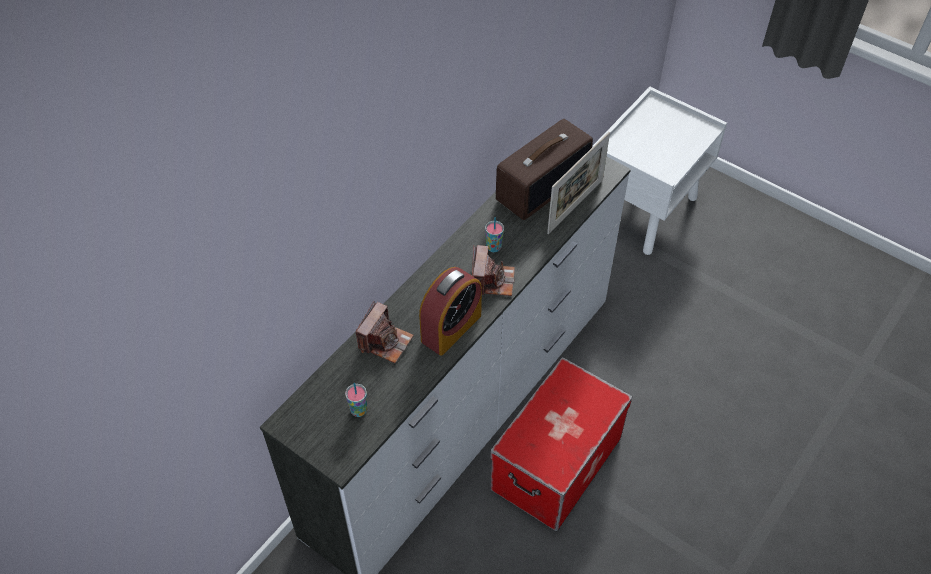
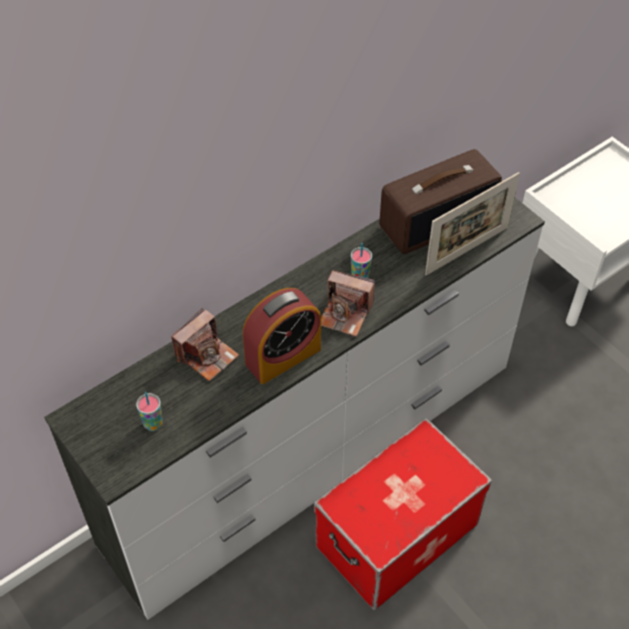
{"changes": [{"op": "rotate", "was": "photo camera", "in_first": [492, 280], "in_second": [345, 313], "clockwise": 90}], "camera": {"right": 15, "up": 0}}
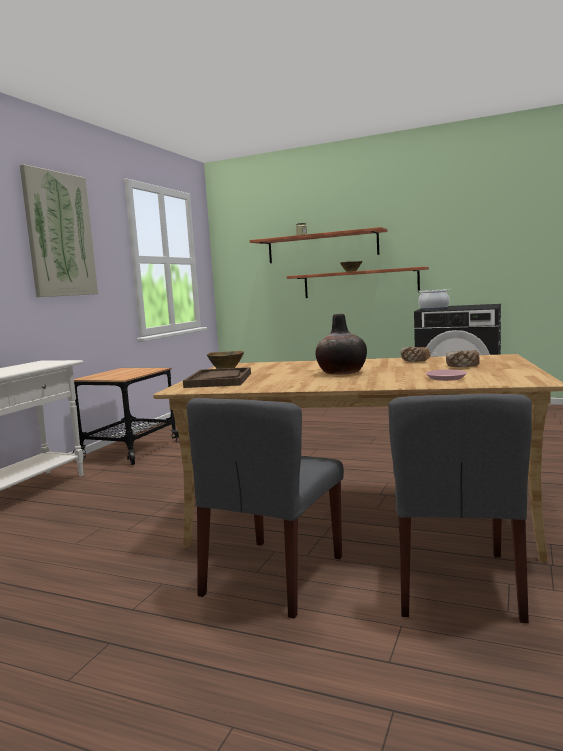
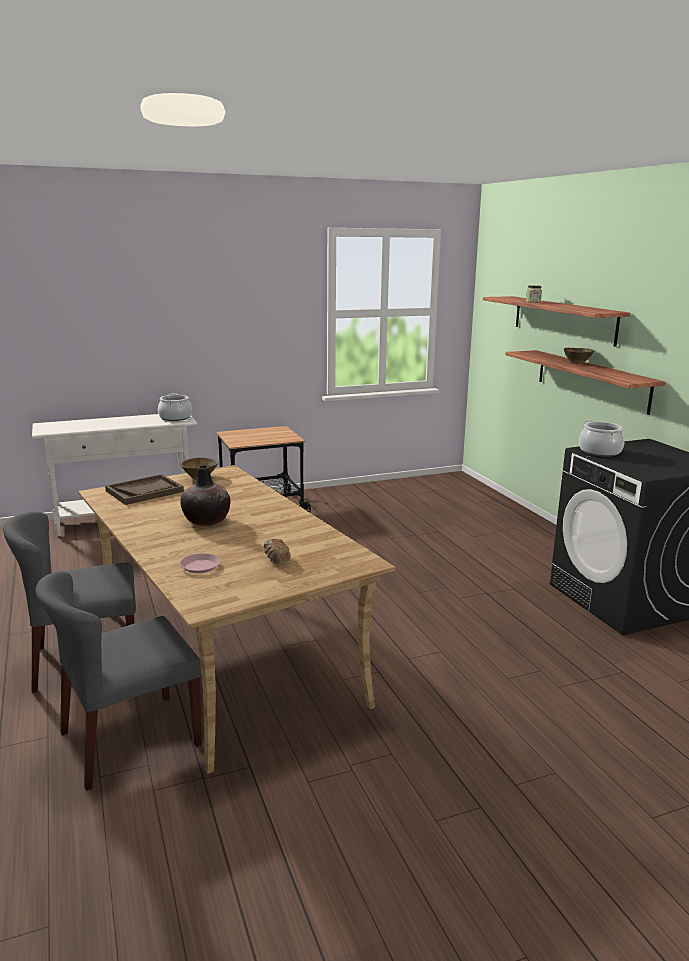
{"changes": [{"op": "delete", "was": "picture", "in_first": [60, 234]}, {"op": "delete", "was": "bread", "in_first": [415, 361]}, {"op": "insert", "now": "cooking pot", "in_second": [175, 418]}], "camera": {"right": 45, "up": 10}}
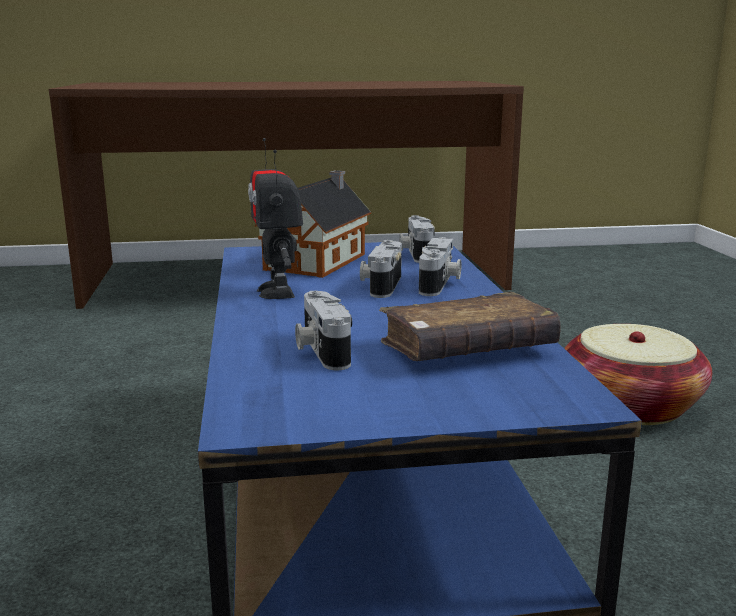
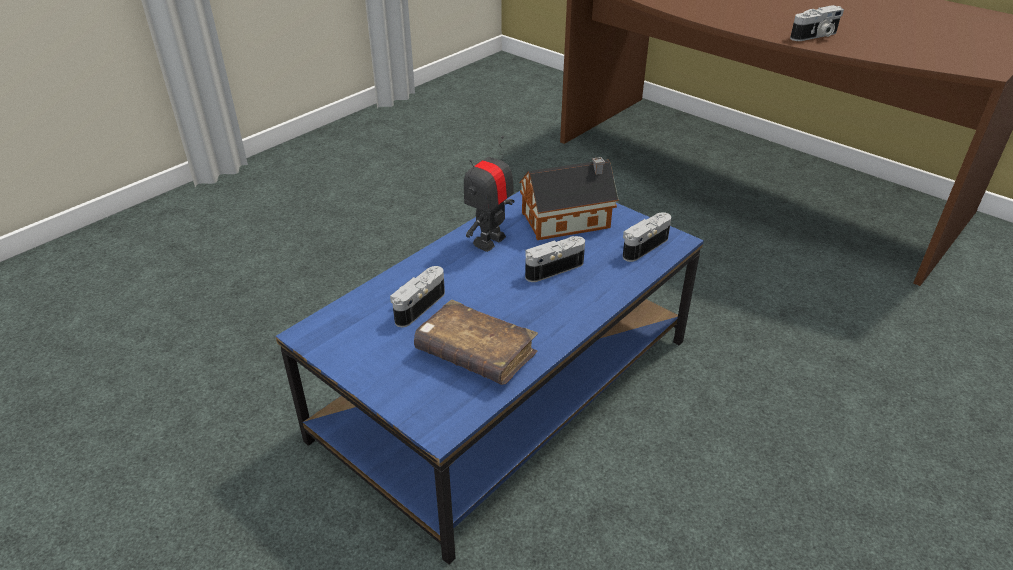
{"changes": [{"op": "delete", "was": "basket", "in_first": [630, 405]}, {"op": "move", "was": "photo camera", "in_first": [439, 284], "in_second": [815, 36]}], "camera": {"right": 50, "up": 20}}
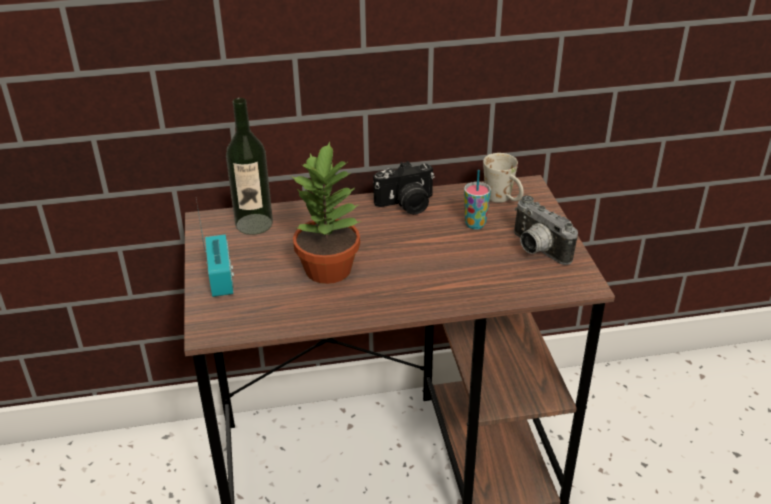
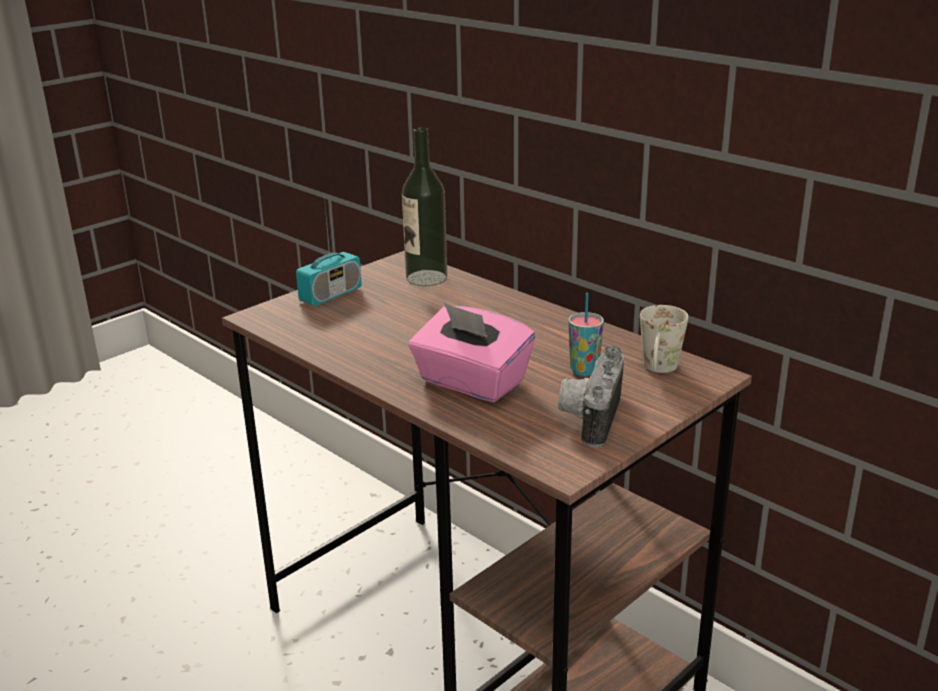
{"changes": [{"op": "delete", "was": "potted plant", "in_first": [329, 269]}, {"op": "delete", "was": "photo camera", "in_first": [406, 205]}, {"op": "insert", "now": "tissue box/pink", "in_second": [471, 382]}], "camera": {"right": 55, "up": -10}}
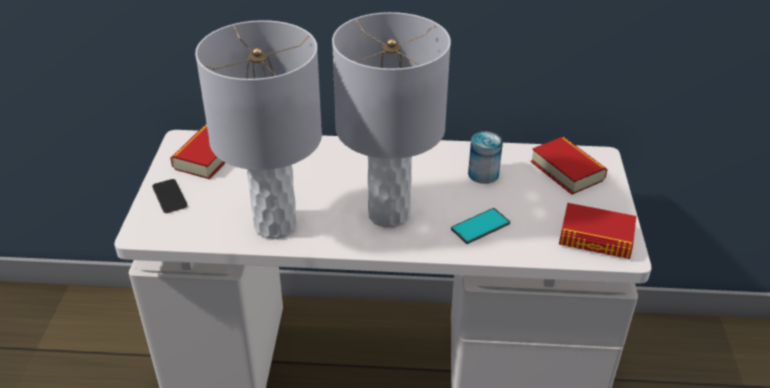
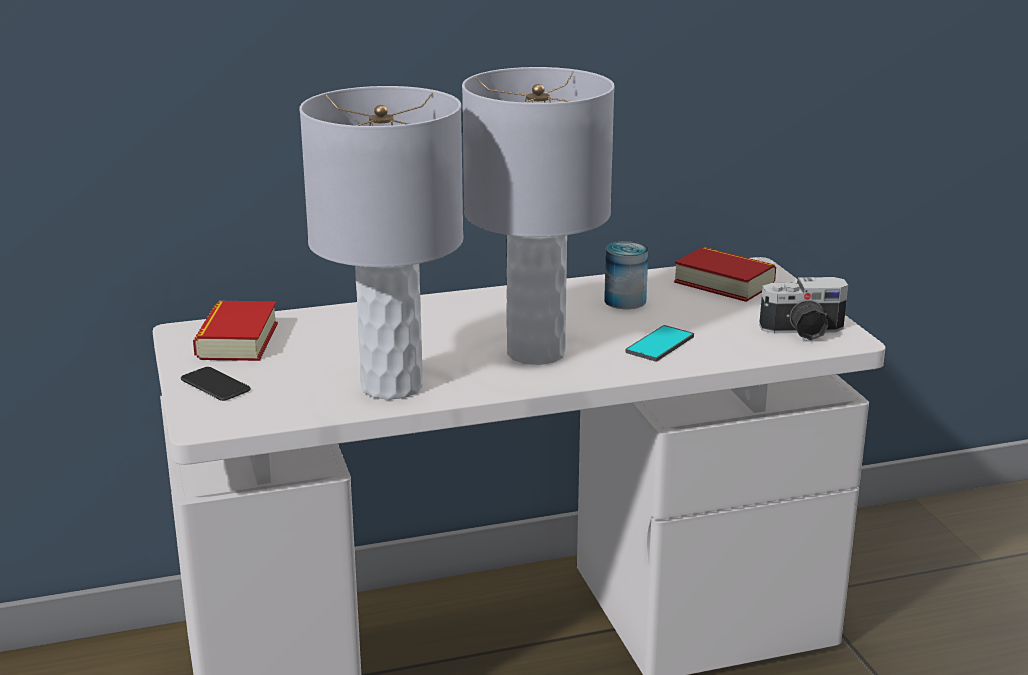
{"changes": [{"op": "replace", "was": "book", "now": "photo camera", "in_first": [595, 238], "in_second": [804, 332]}], "camera": {"right": -20, "up": -15}}
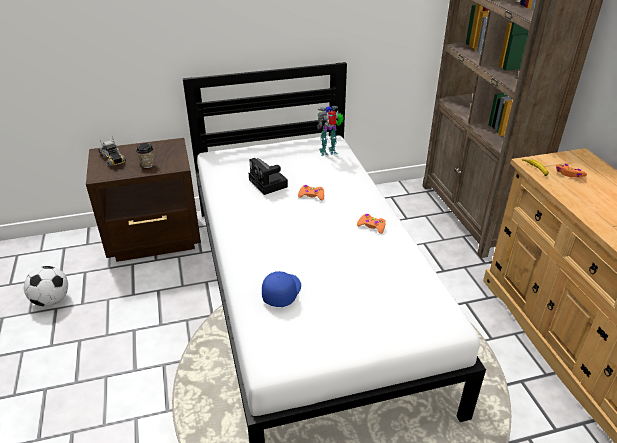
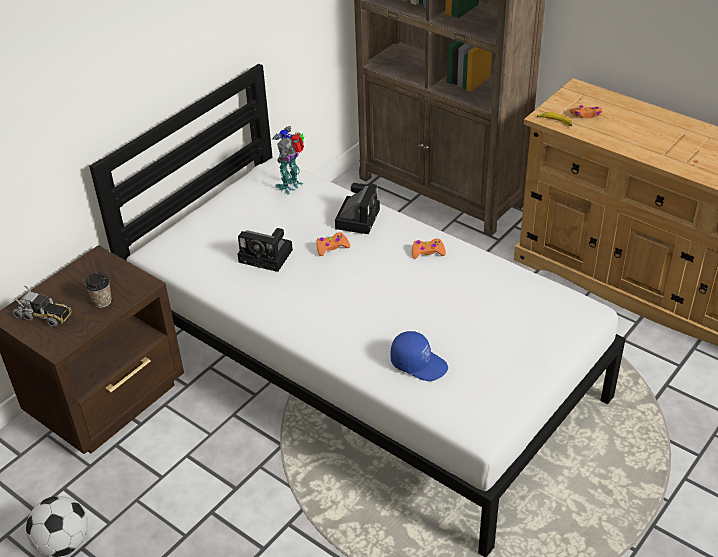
{"changes": [{"op": "insert", "now": "photo camera", "in_second": [357, 217]}, {"op": "rotate", "was": "cap/blue", "in_first": [281, 292], "in_second": [419, 363], "clockwise": 135}], "camera": {"right": -35, "up": 5}}
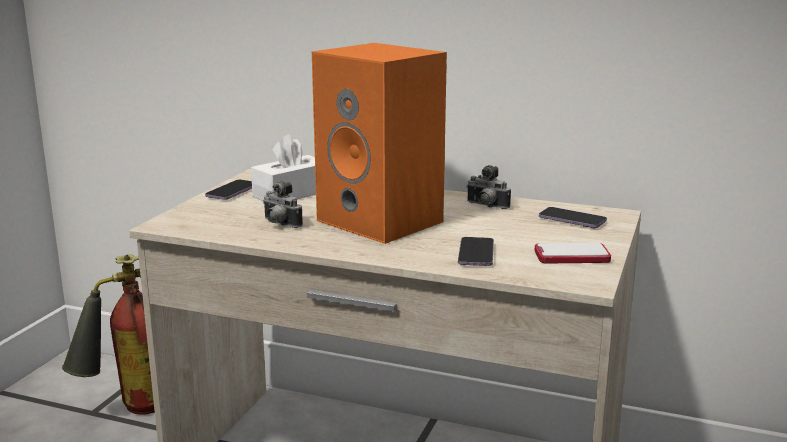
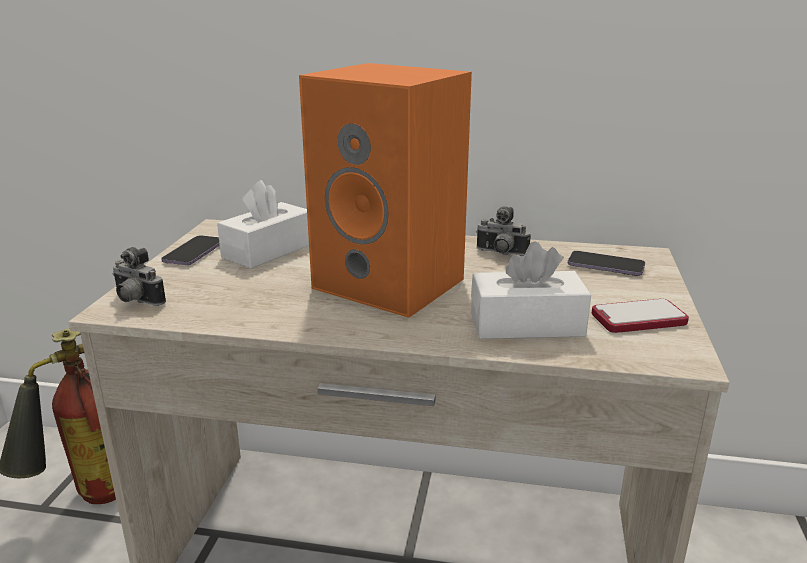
{"changes": [{"op": "move", "was": "photo camera", "in_first": [279, 224], "in_second": [136, 301]}, {"op": "replace", "was": "phone", "now": "tissue box/white", "in_first": [476, 254], "in_second": [526, 325]}], "camera": {"right": -10, "up": 5}}
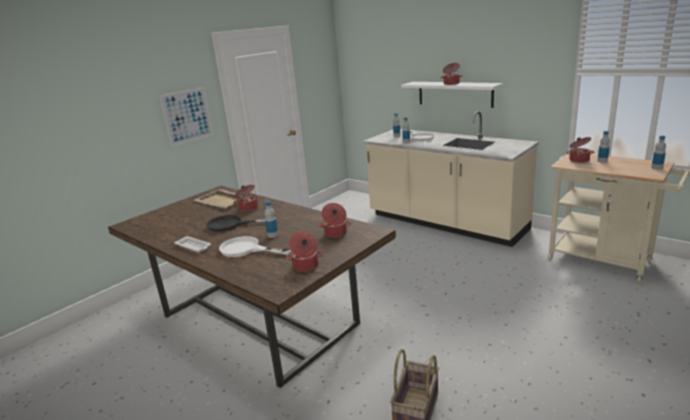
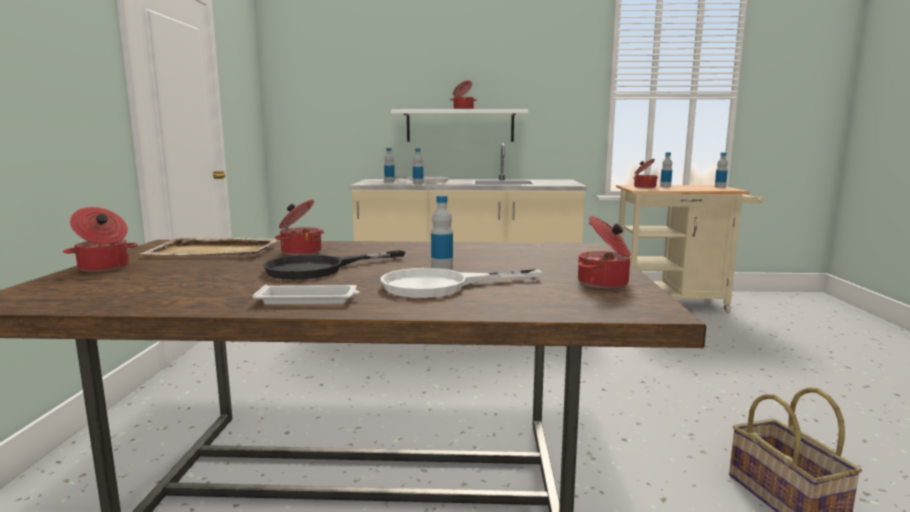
{"changes": [{"op": "delete", "was": "picture", "in_first": [187, 116]}, {"op": "move", "was": "cooking pot", "in_first": [335, 234], "in_second": [104, 268]}], "camera": {"right": -40, "up": -10}}
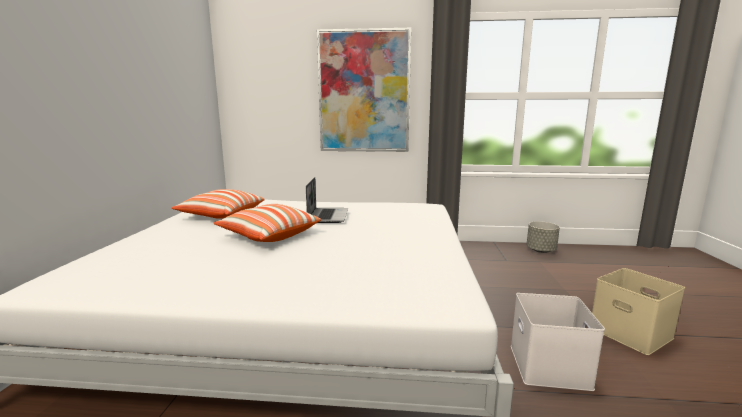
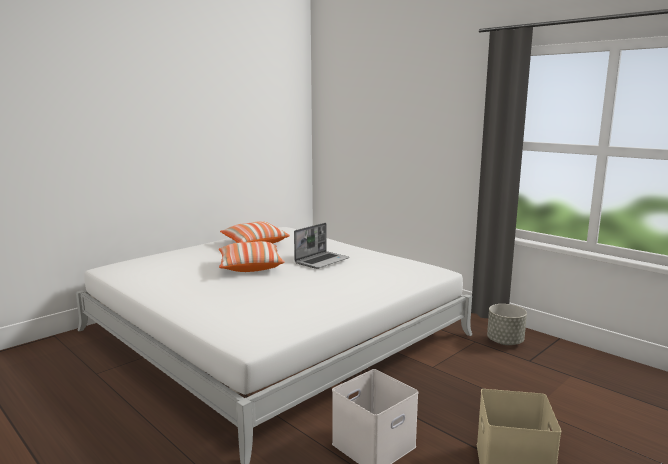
{"changes": [{"op": "delete", "was": "picture", "in_first": [364, 92]}, {"op": "move", "was": "planter/grey", "in_first": [541, 250], "in_second": [505, 342]}], "camera": {"right": 40, "up": 0}}
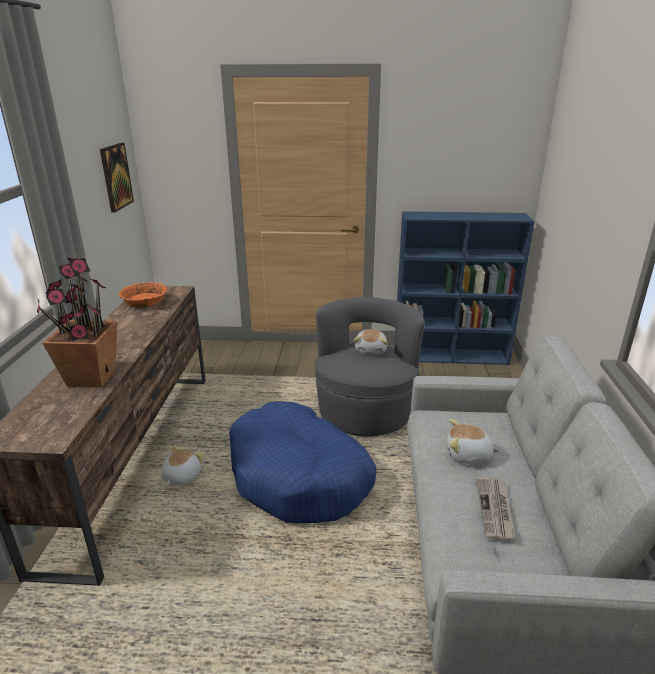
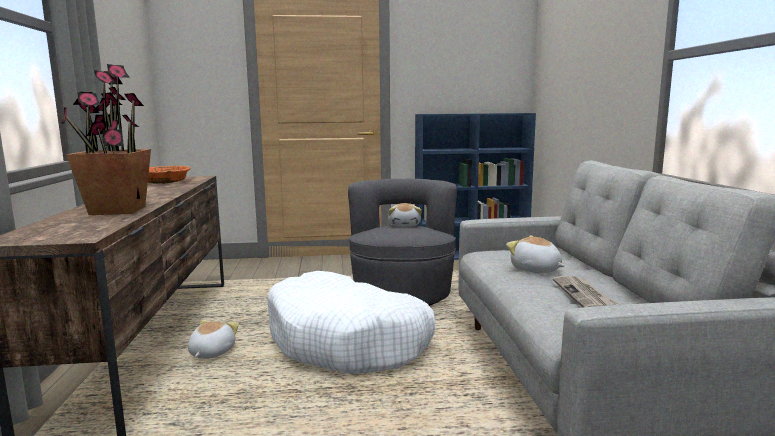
{"changes": [{"op": "delete", "was": "picture", "in_first": [116, 177]}, {"op": "recolor", "was": "dog bed/blue", "now": "dog bed/white", "in_first": [299, 476], "in_second": [348, 341]}, {"op": "rotate", "was": "plush toy", "in_first": [468, 455], "in_second": [535, 270], "clockwise": 45}], "camera": {"right": -10, "up": -15}}
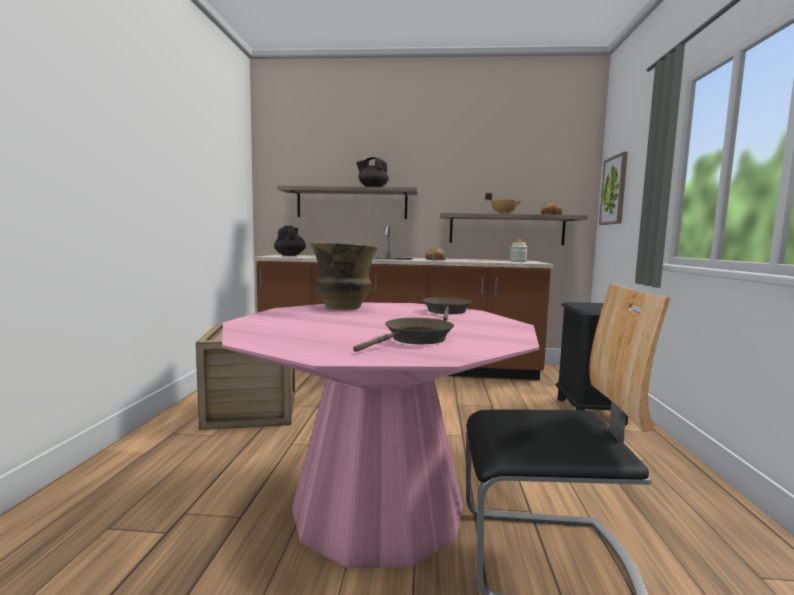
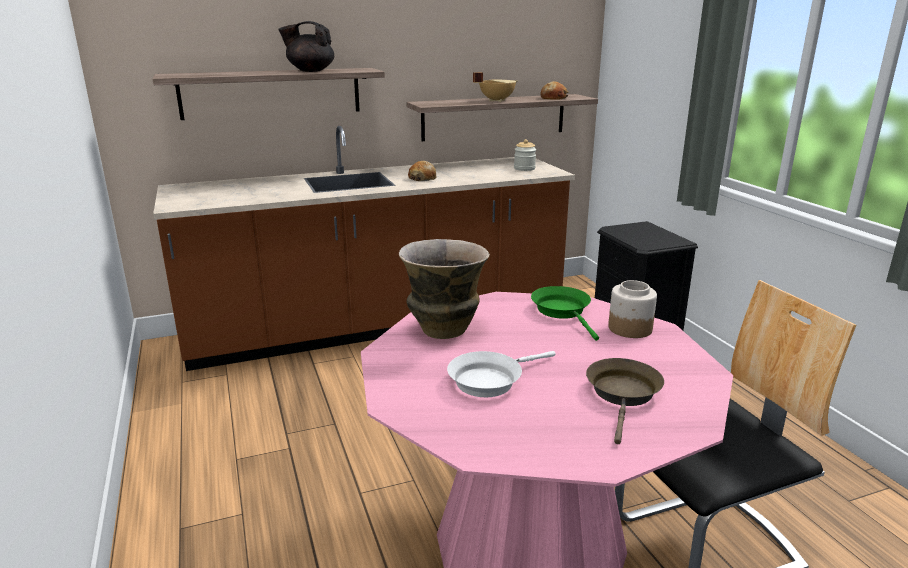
{"changes": [{"op": "delete", "was": "crate", "in_first": [252, 410]}, {"op": "delete", "was": "teapot/black", "in_first": [290, 255]}, {"op": "delete", "was": "picture", "in_first": [614, 190]}, {"op": "insert", "now": "frying pan/white", "in_second": [490, 380]}, {"op": "insert", "now": "jar", "in_second": [629, 328]}, {"op": "recolor", "was": "frying pan/brown", "now": "frying pan/green", "in_first": [447, 312], "in_second": [563, 311]}], "camera": {"right": -25, "up": 15}}
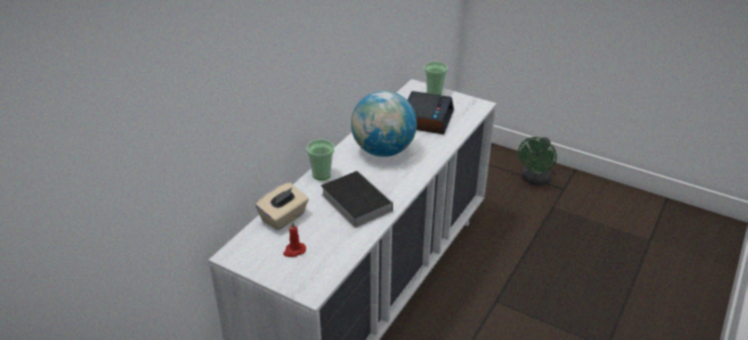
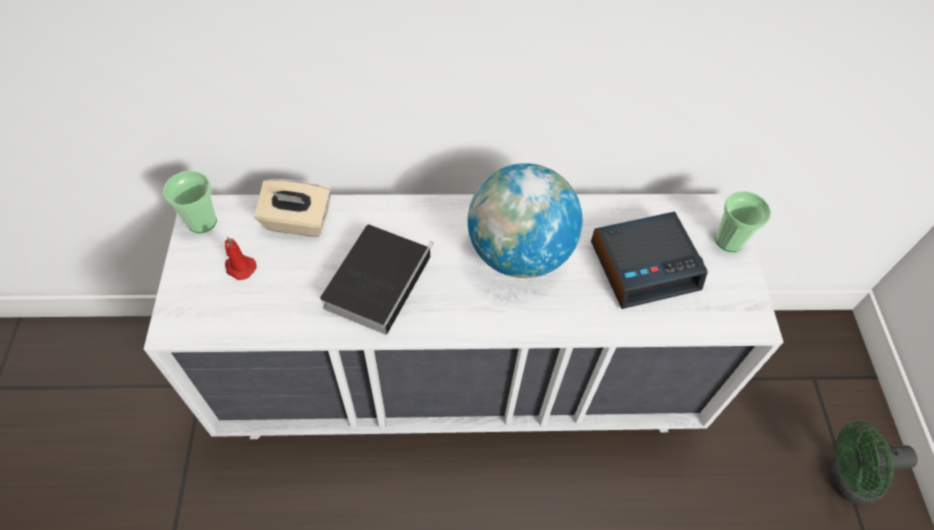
{"changes": [{"op": "move", "was": "cup", "in_first": [321, 174], "in_second": [202, 221]}], "camera": {"right": 55, "up": 20}}
